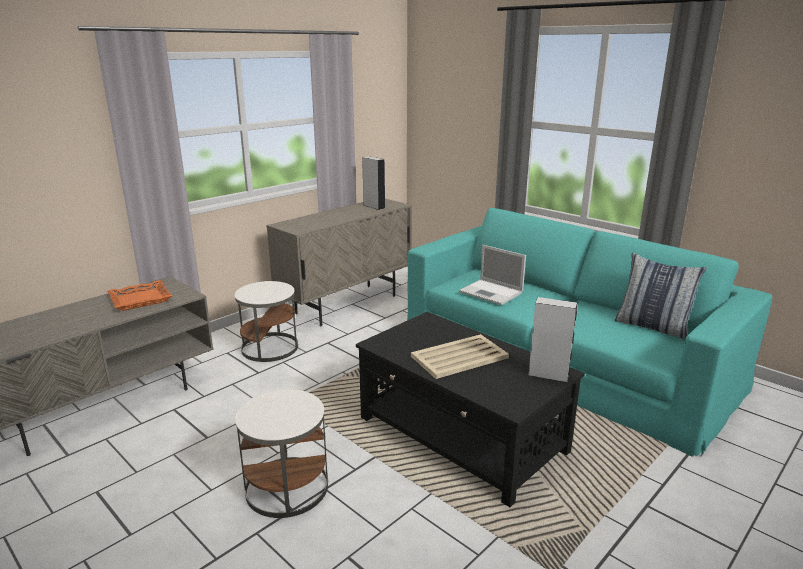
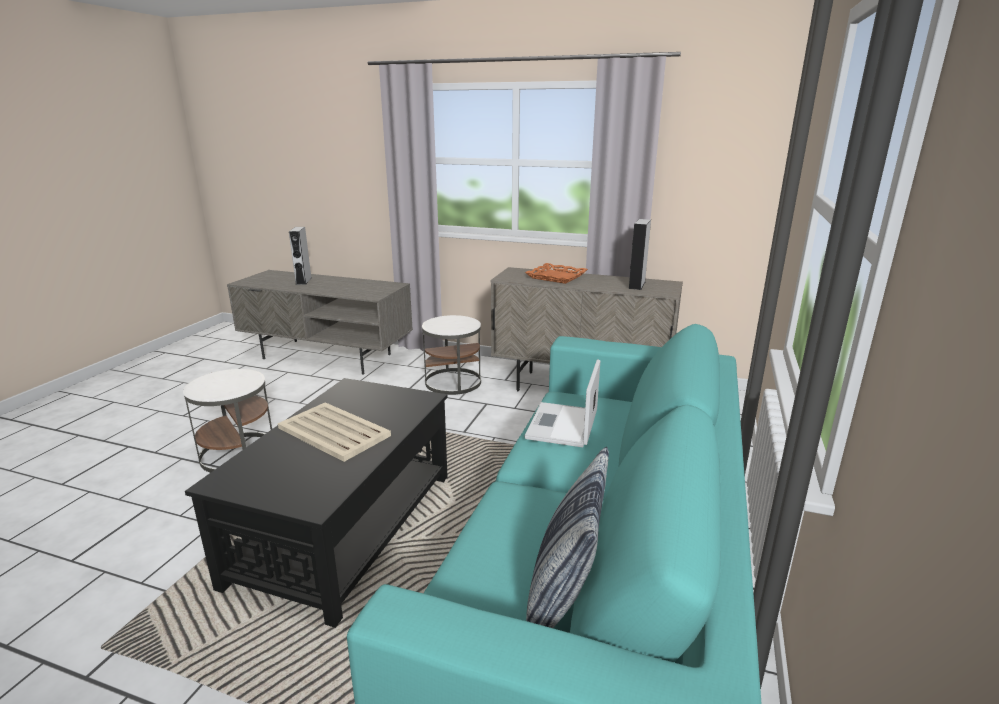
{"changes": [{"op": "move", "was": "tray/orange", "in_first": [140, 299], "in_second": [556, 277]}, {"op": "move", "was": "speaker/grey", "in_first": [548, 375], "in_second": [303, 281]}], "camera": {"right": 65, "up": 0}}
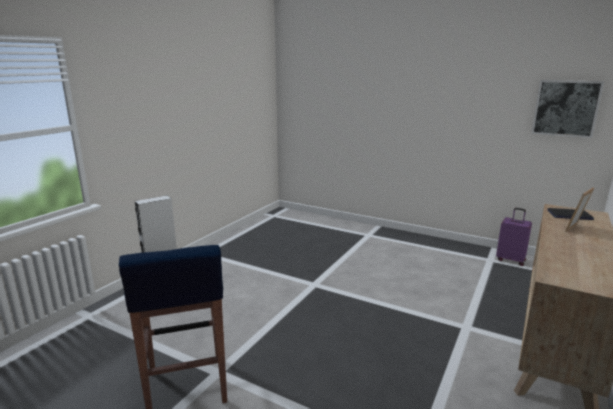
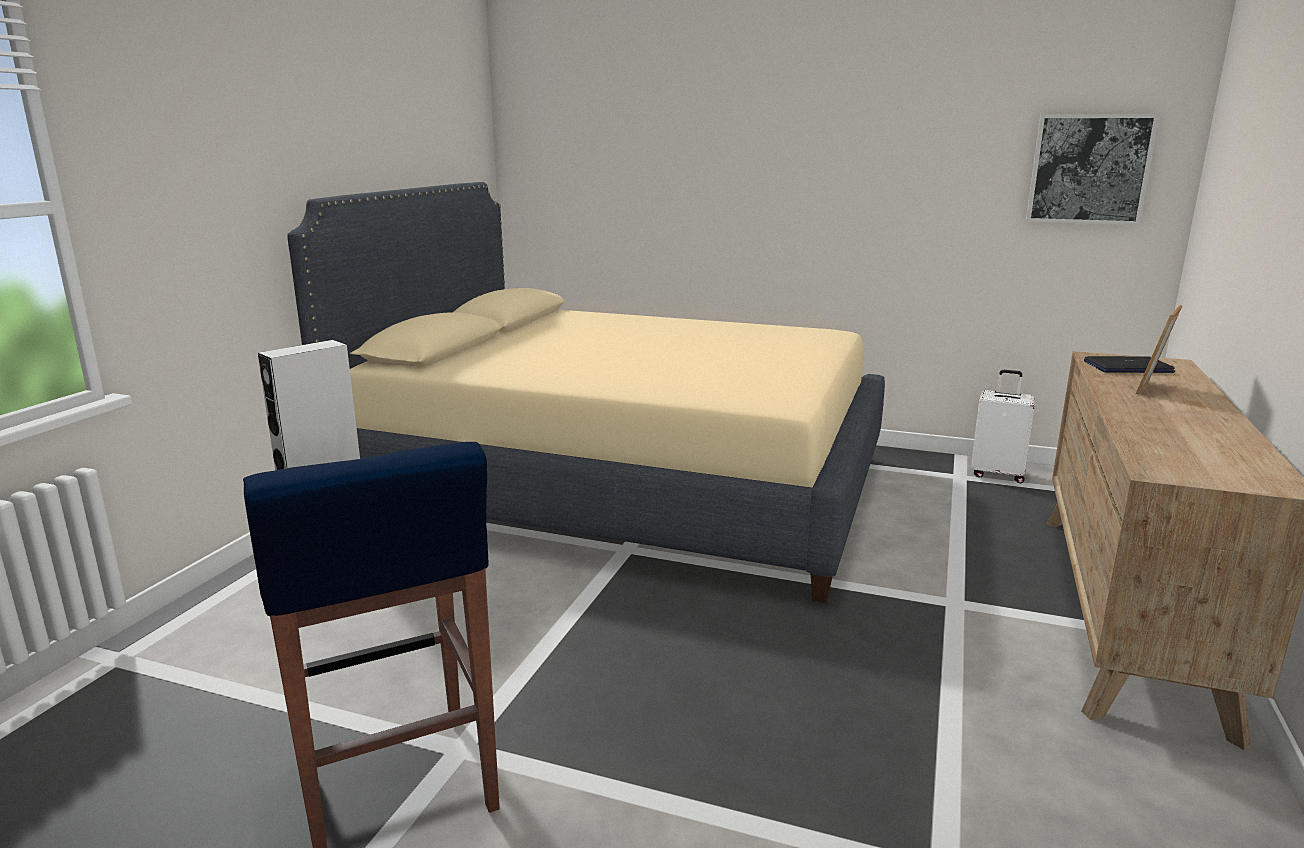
{"changes": [{"op": "insert", "now": "bed/beige", "in_second": [622, 486]}, {"op": "recolor", "was": "suitcase/purple", "now": "suitcase/white", "in_first": [511, 260], "in_second": [997, 474]}], "camera": {"right": -10, "up": 0}}
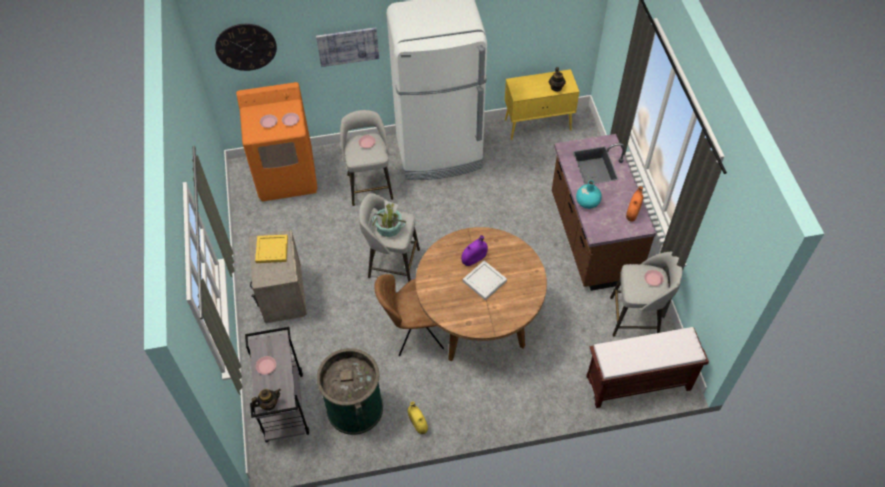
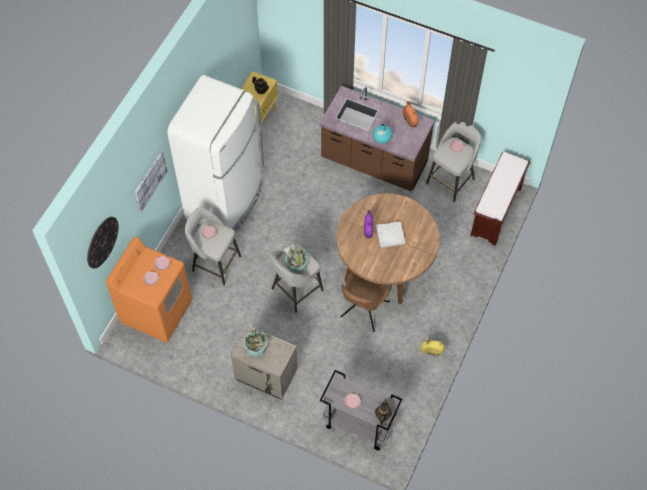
{"changes": [{"op": "delete", "was": "trash can/green", "in_first": [355, 408]}, {"op": "replace", "was": "tray/yellow", "now": "potted plant", "in_first": [271, 250], "in_second": [256, 347]}], "camera": {"right": -55, "up": 5}}
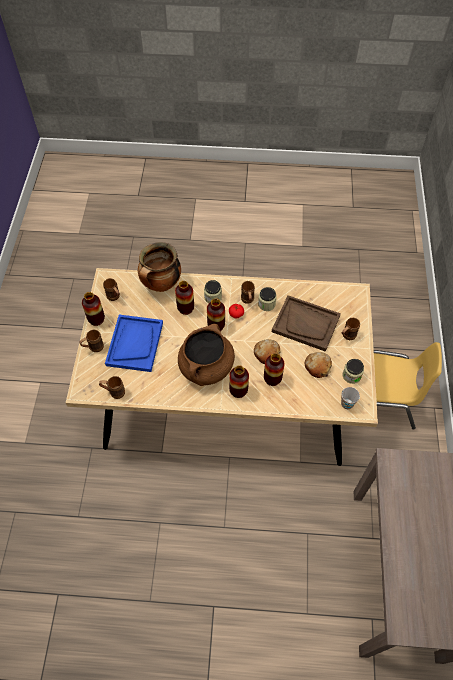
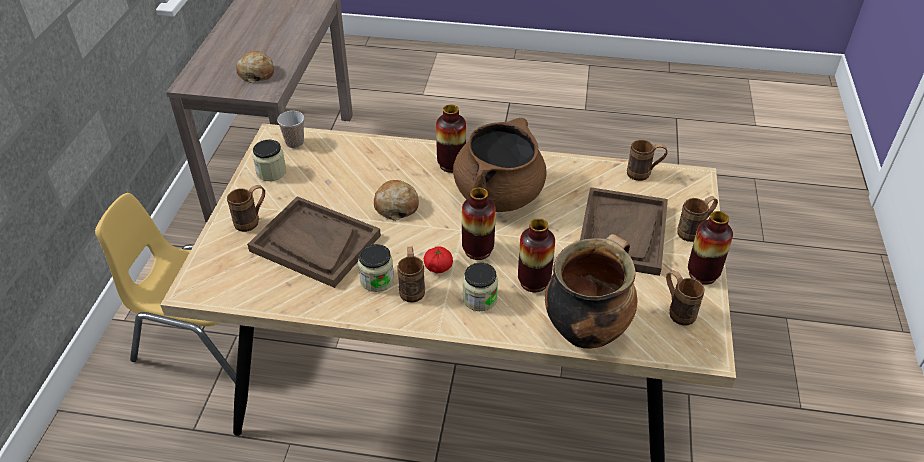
{"changes": [{"op": "delete", "was": "vase", "in_first": [272, 379]}, {"op": "move", "was": "bread", "in_first": [317, 366], "in_second": [256, 73]}, {"op": "recolor", "was": "tray/blue", "now": "tray/brown", "in_first": [134, 343], "in_second": [622, 233]}], "camera": {"right": -175, "up": -15}}
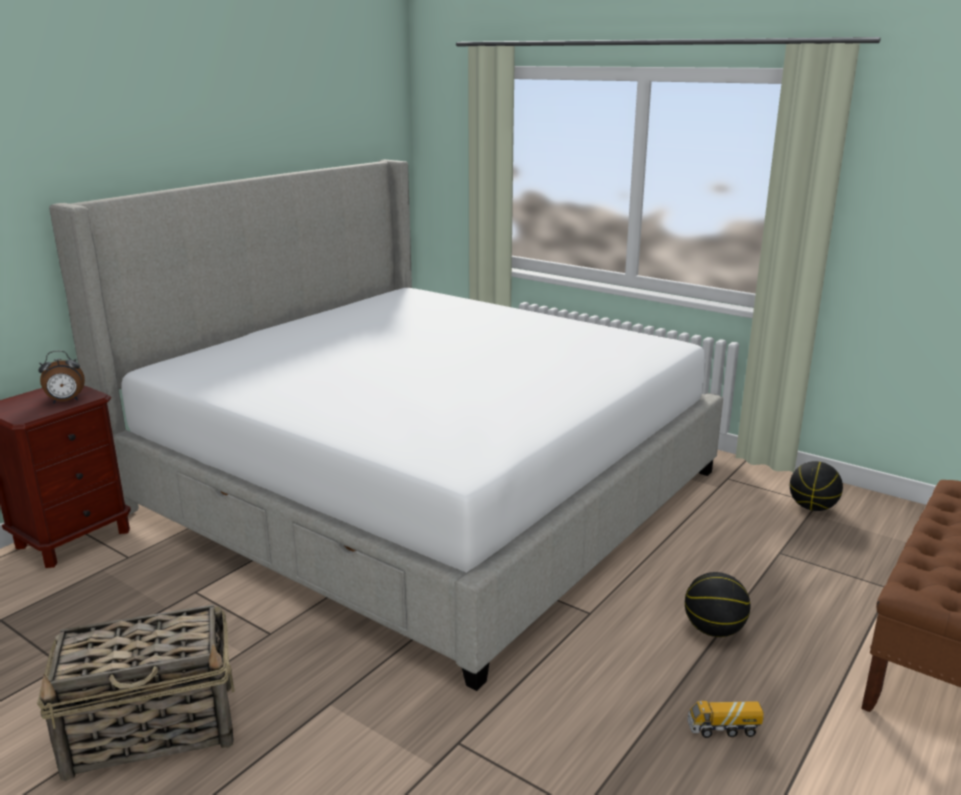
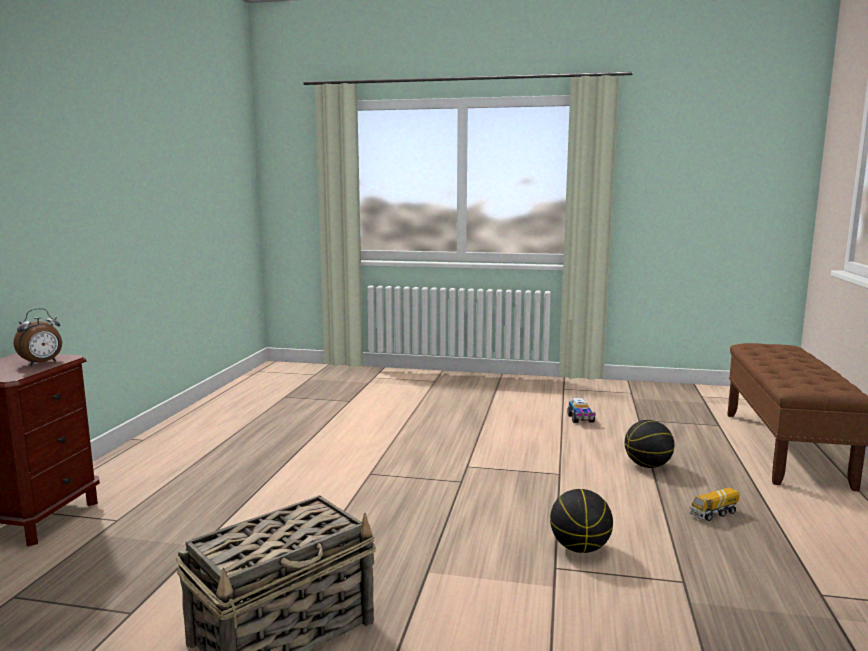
{"changes": [{"op": "delete", "was": "bed", "in_first": [421, 489]}, {"op": "insert", "now": "toy truck", "in_second": [581, 419]}, {"op": "move", "was": "basketball", "in_first": [812, 507], "in_second": [580, 548]}], "camera": {"right": -25, "up": -10}}
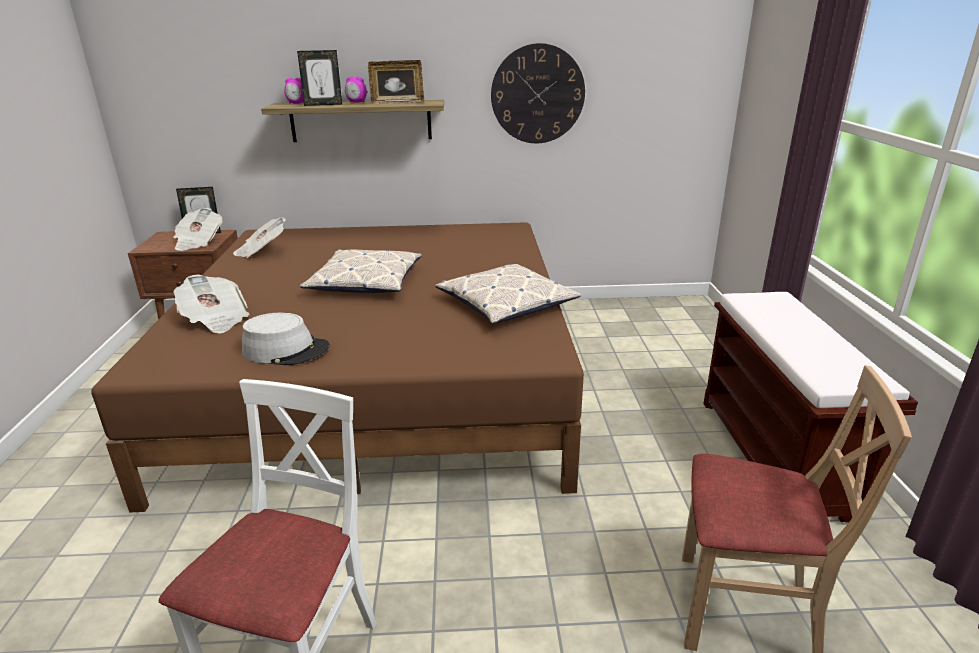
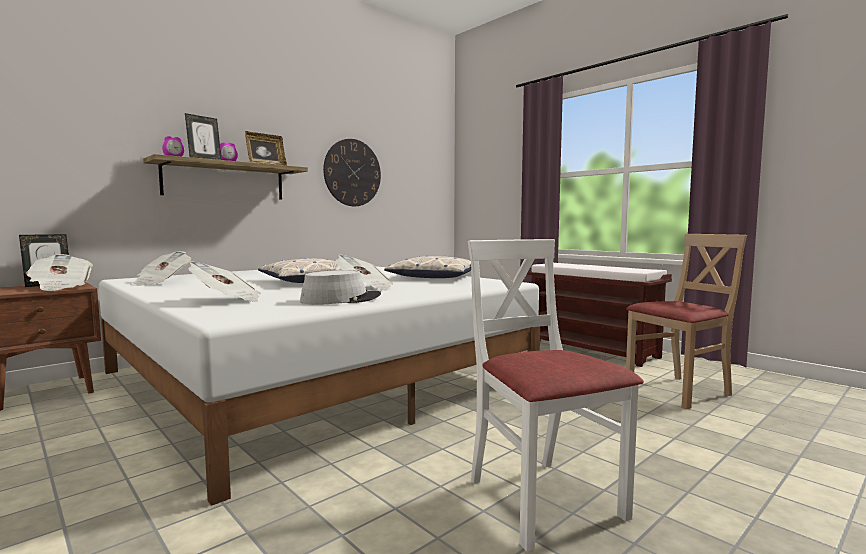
{"changes": [{"op": "insert", "now": "newspaper", "in_second": [365, 288]}, {"op": "recolor", "was": "bed/brown", "now": "bed/white", "in_first": [381, 380], "in_second": [315, 377]}], "camera": {"right": -40, "up": -20}}
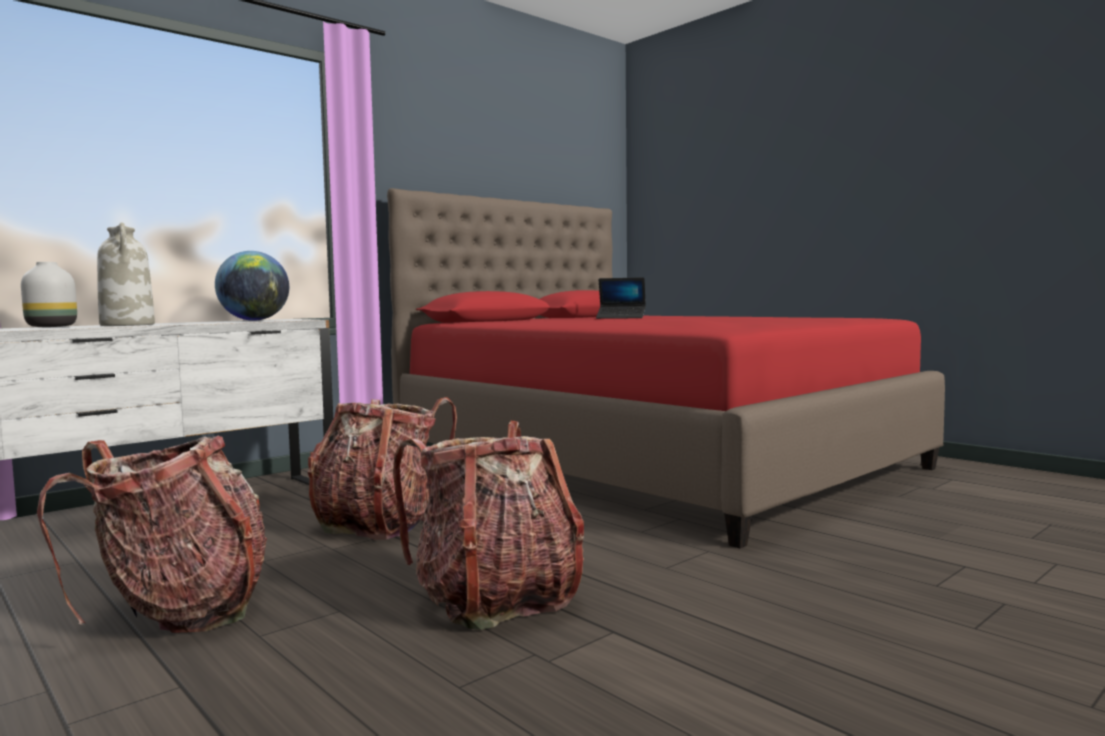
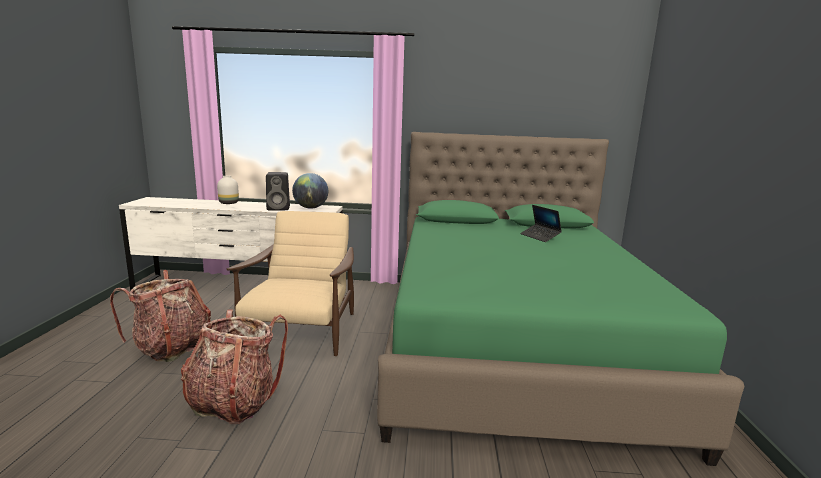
{"changes": [{"op": "delete", "was": "vase/white", "in_first": [128, 325]}, {"op": "insert", "now": "speaker/black", "in_second": [279, 208]}, {"op": "replace", "was": "backpack", "now": "armchair/beige", "in_first": [379, 524], "in_second": [301, 332]}, {"op": "recolor", "was": "bed/red", "now": "bed/green", "in_first": [649, 461], "in_second": [512, 345]}], "camera": {"right": 45, "up": 10}}
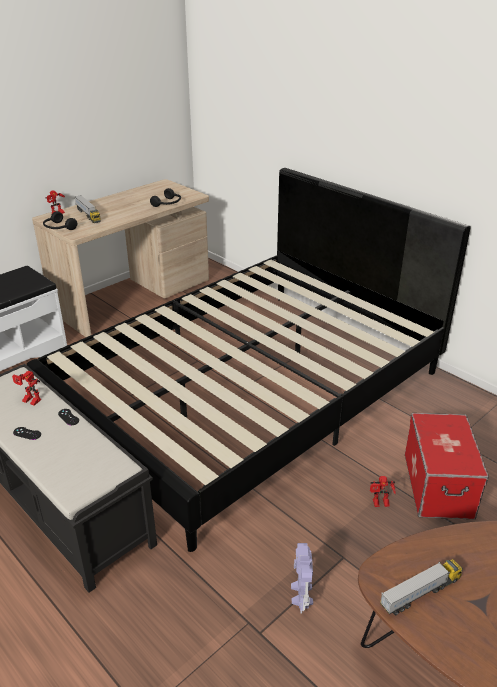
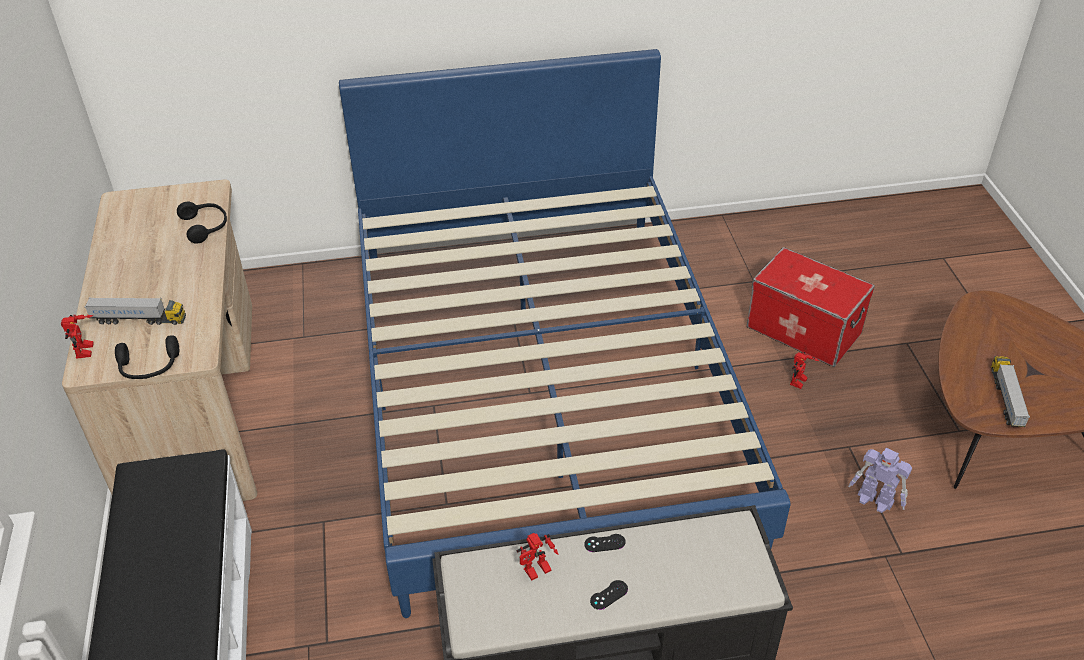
{"changes": [{"op": "recolor", "was": "bed/black", "now": "bed/blue", "in_first": [249, 392], "in_second": [544, 389]}], "camera": {"right": -55, "up": 10}}
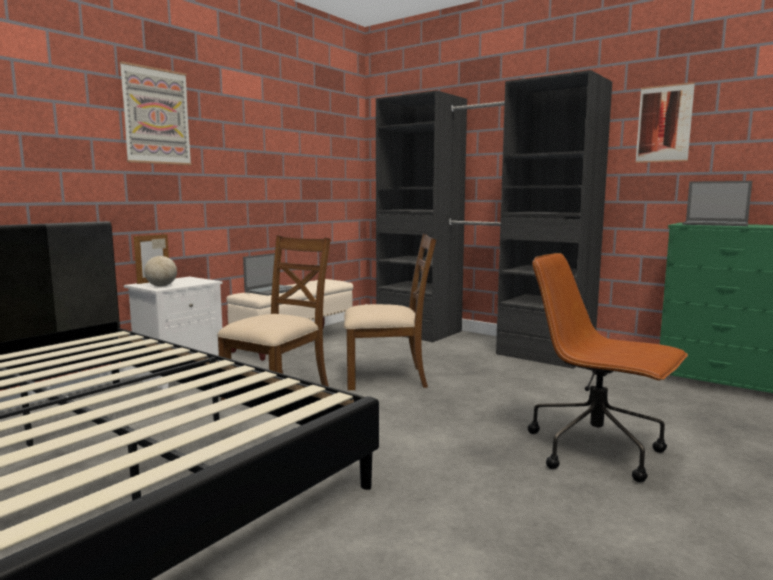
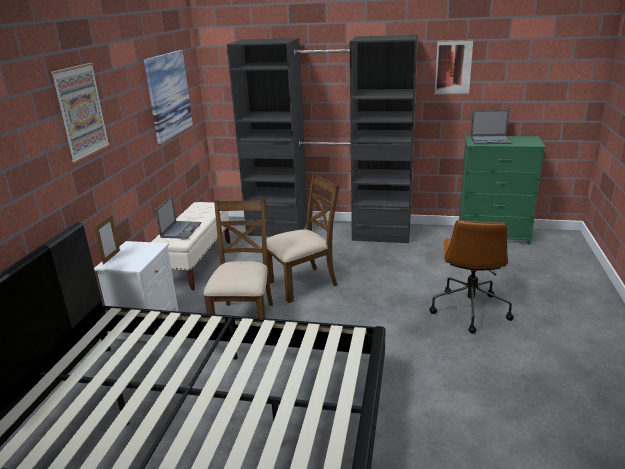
{"changes": [{"op": "delete", "was": "globe", "in_first": [162, 286]}, {"op": "insert", "now": "picture", "in_second": [168, 95]}, {"op": "rotate", "was": "office chair/brown", "in_first": [597, 450], "in_second": [469, 309], "clockwise": -90}], "camera": {"right": -25, "up": 15}}
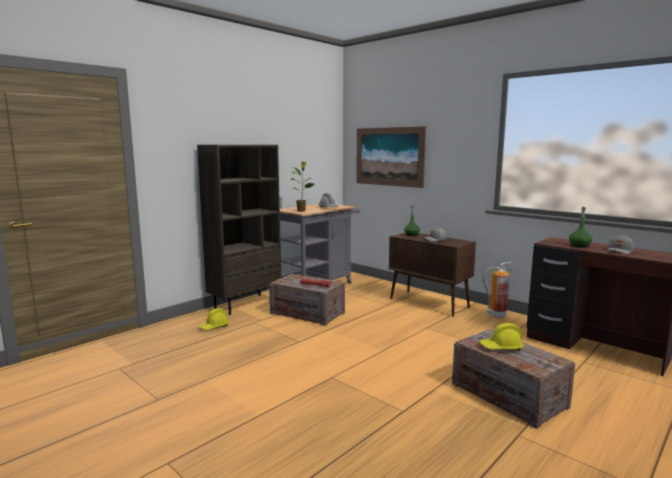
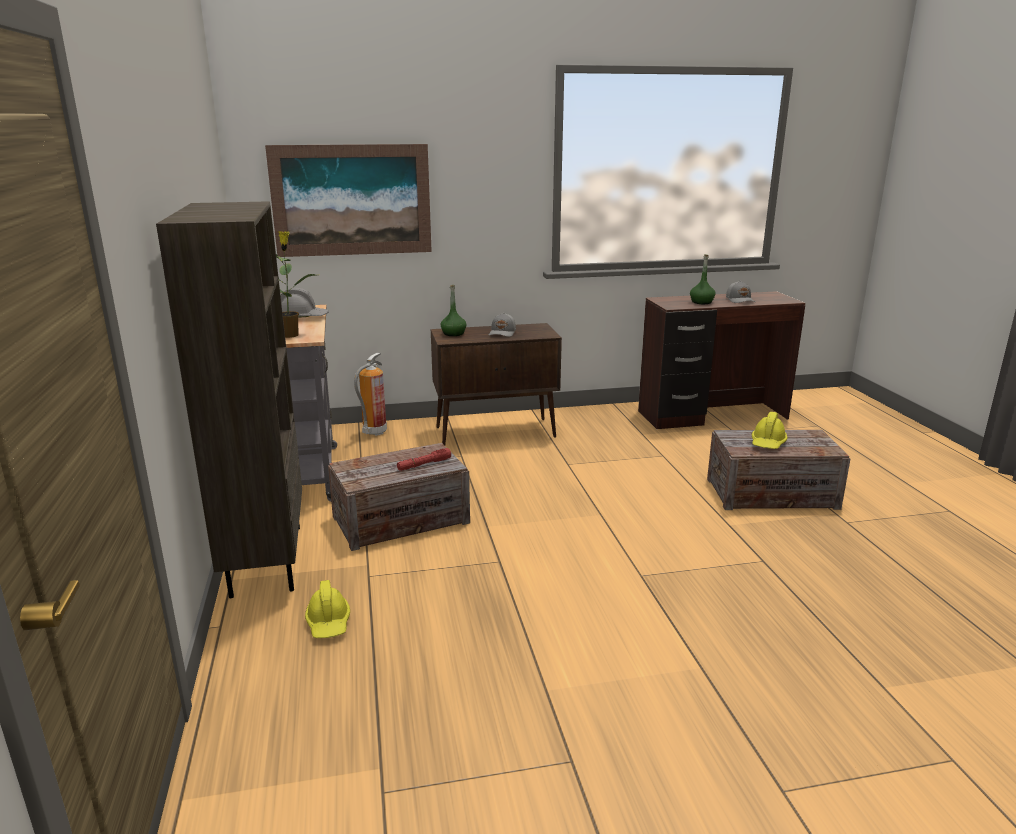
{"changes": [{"op": "move", "was": "fire extinguisher", "in_first": [496, 315], "in_second": [374, 432]}], "camera": {"right": -55, "up": 10}}
